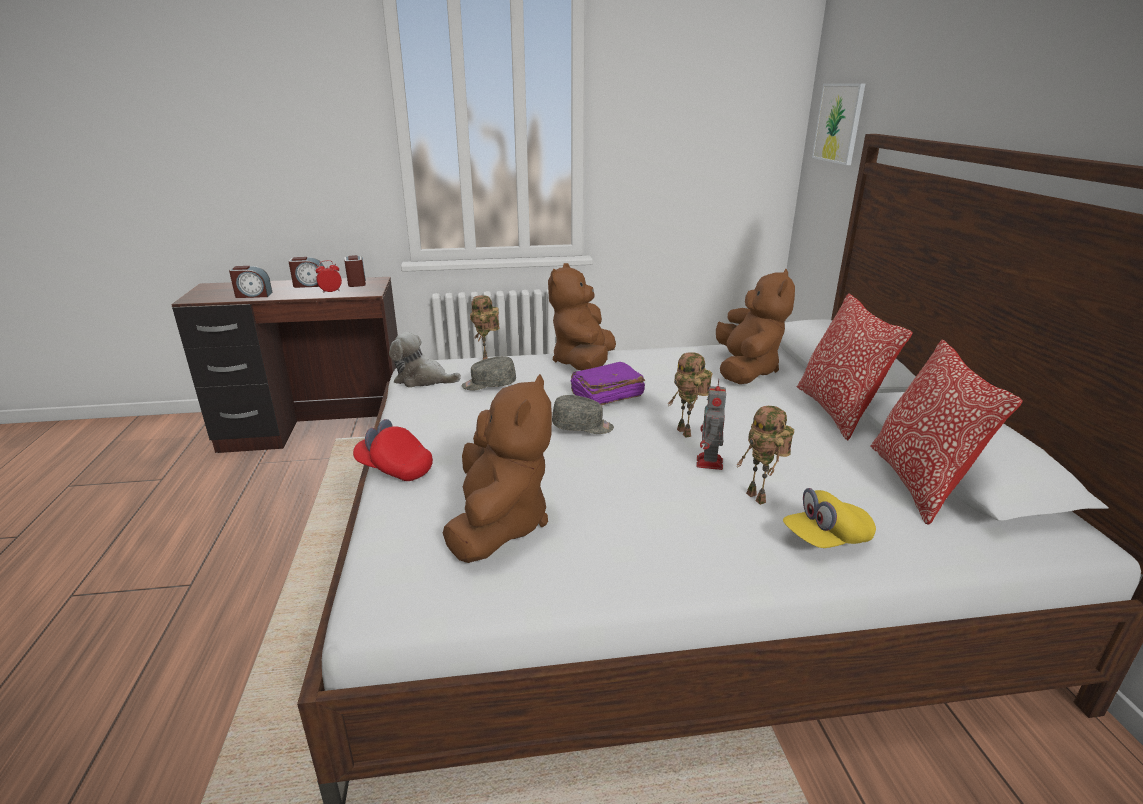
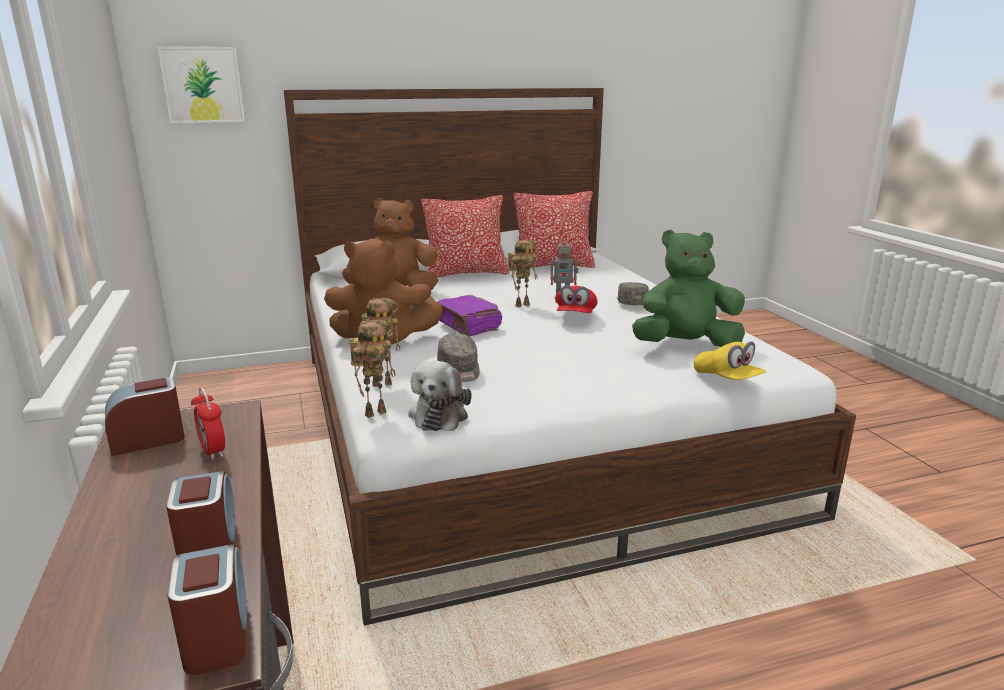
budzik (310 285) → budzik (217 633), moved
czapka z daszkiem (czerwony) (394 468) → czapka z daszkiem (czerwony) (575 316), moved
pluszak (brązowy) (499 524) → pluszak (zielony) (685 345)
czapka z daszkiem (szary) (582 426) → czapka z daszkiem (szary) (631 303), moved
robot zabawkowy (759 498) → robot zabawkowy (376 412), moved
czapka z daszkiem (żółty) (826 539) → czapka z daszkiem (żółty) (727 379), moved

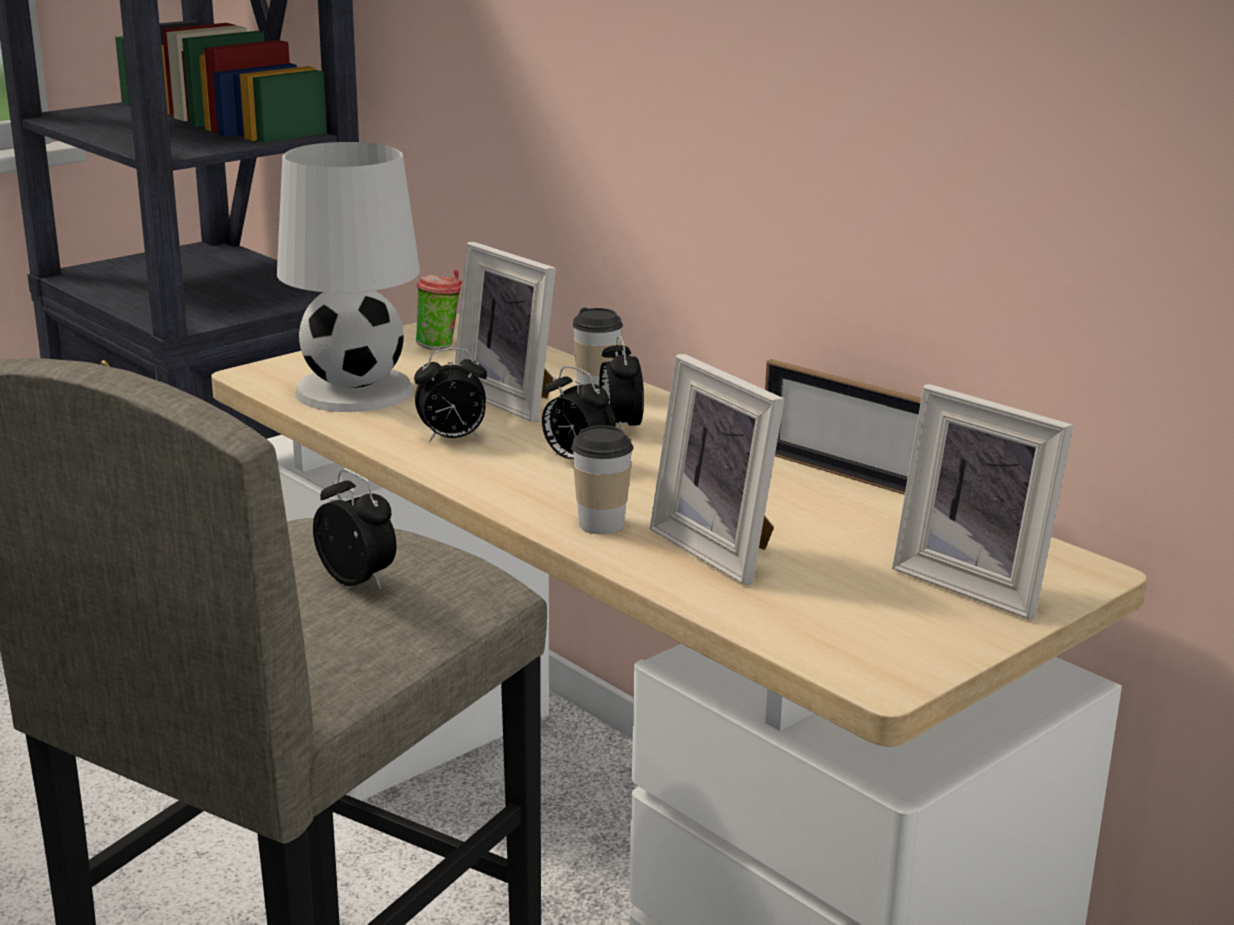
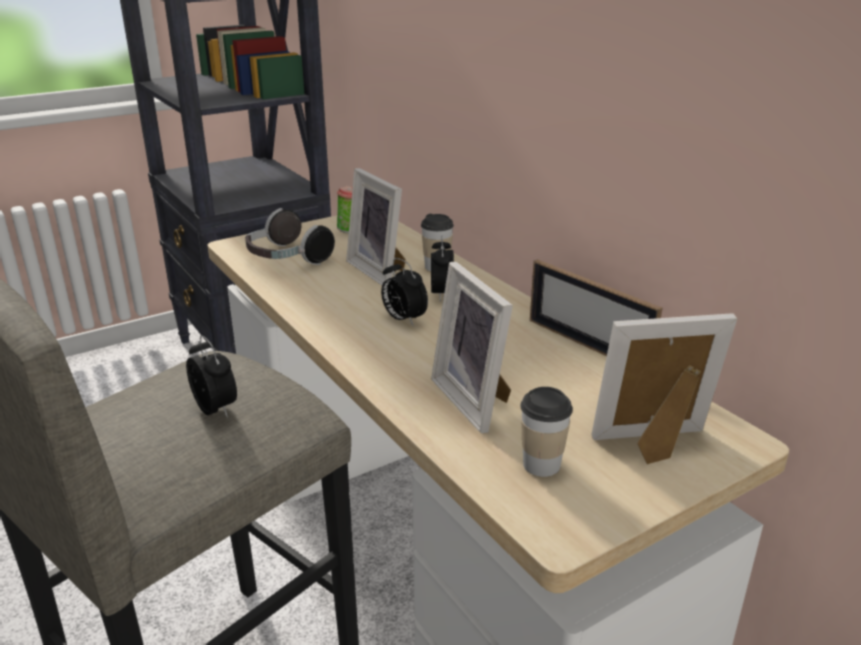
lampa stołowa (biały) (354 390) → słuchawki (286 259)
budzik (452 439) → -
filiżanka (601 524) → filiżanka (541 464), moved
ramka na zdjęcie (977 583) → ramka na zdjęcie (655 446), 120 degrees clockwise

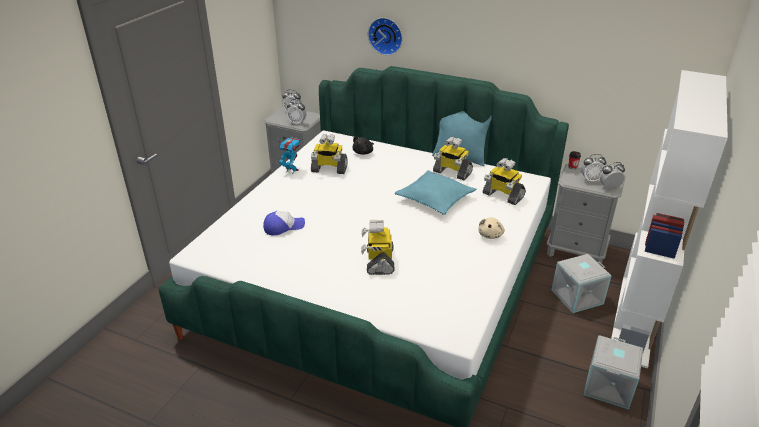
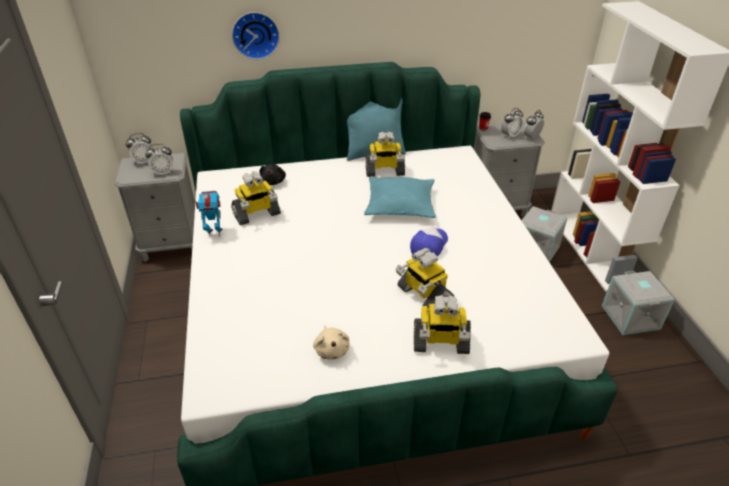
czapka z daszkiem (283 227) → czapka z daszkiem (429 246), moved
pluszak (beżowy) (490 235) → pluszak (beżowy) (331 349), moved
robot zabawkowy (502 195) → robot zabawkowy (440 343), moved

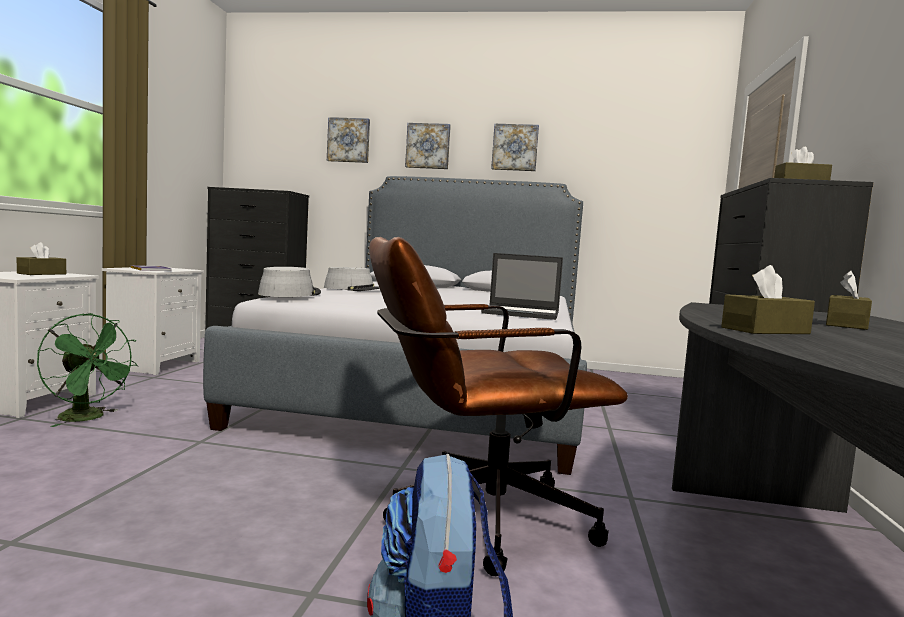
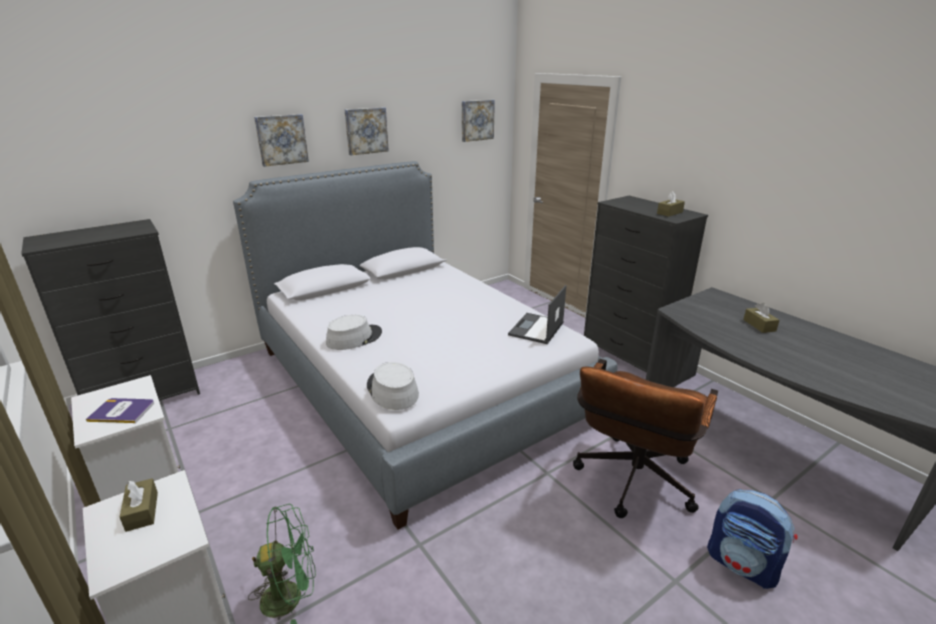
obraz (349 140) → obraz (476 120), moved
laptop (522 313) → laptop (536 329), 150 degrees clockwise
pudełko chusteczek (brązowy) (765 330) → -

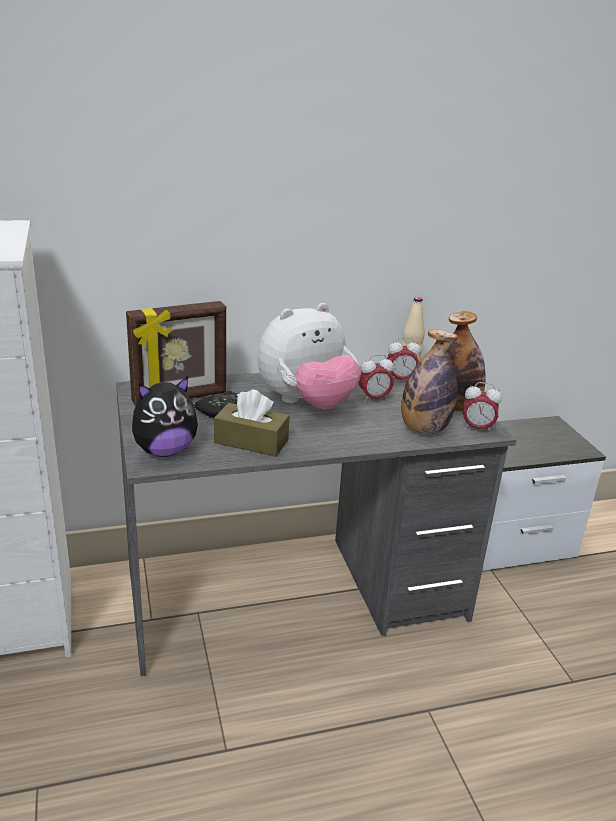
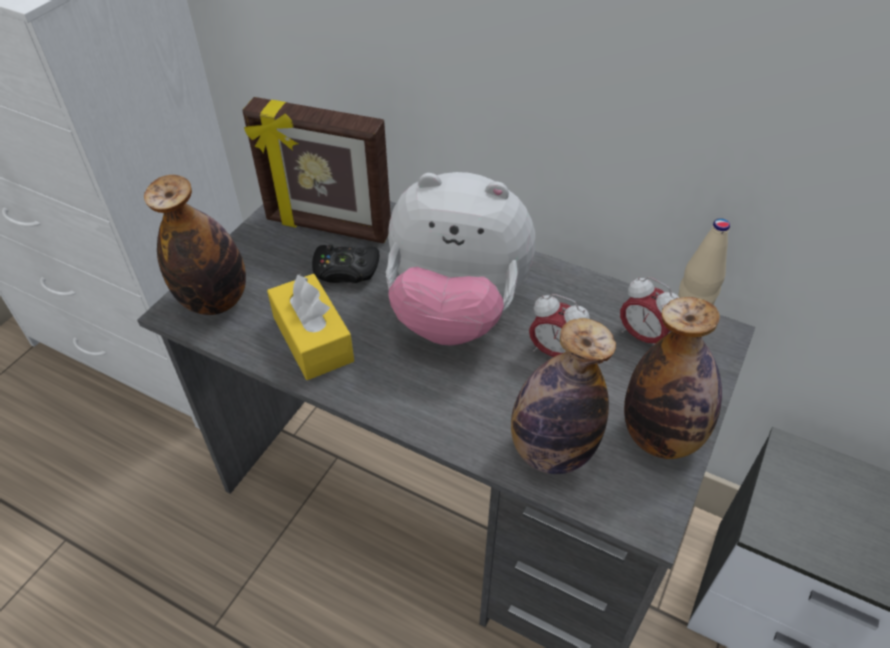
pluszak (165 451) → butelka (215 300)
pudełko chusteczek (brązowy) (251 441) → pudełko chusteczek (żółty) (313 339)
budzik (477 429) → -

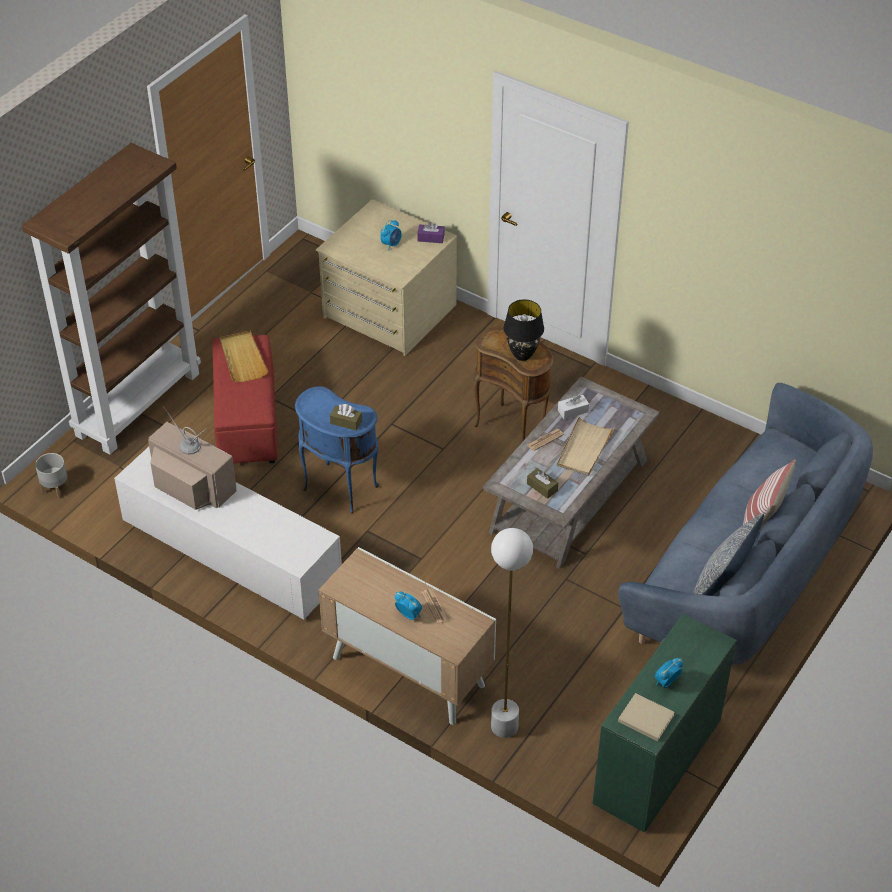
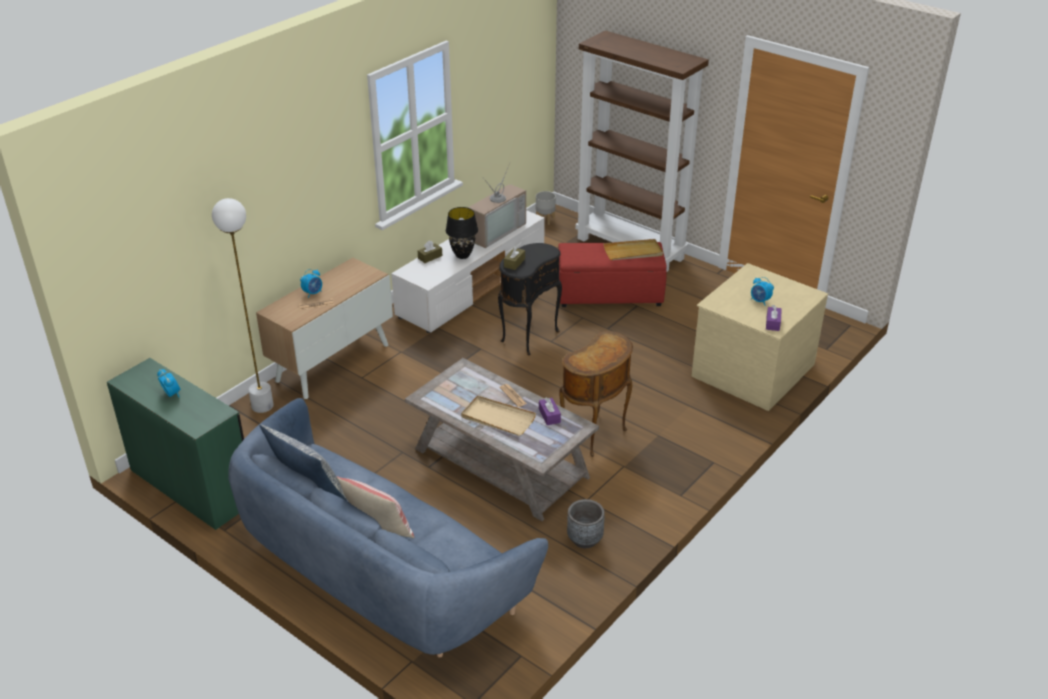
stolik (niebieski) (339 489) → stolik (czarny) (528 336)
lampa stołowa (czarny) (523 355) → lampa stołowa (czarny) (462 255), moved
pudełko chusteczek (brązowy) (542 487) → pudełko chusteczek (brązowy) (430 257), moved
pudełko chusteczek (biały) (573 411) → pudełko chusteczek (fioletowy) (549 416)
książka (beżowy) (644 717) → -
- → donica (szary) (584 539)

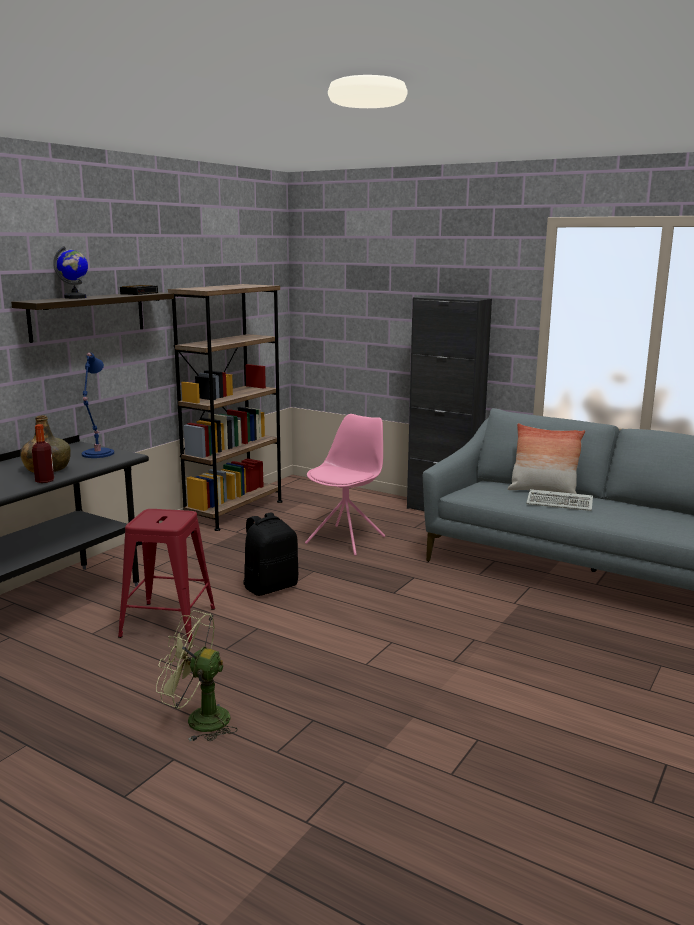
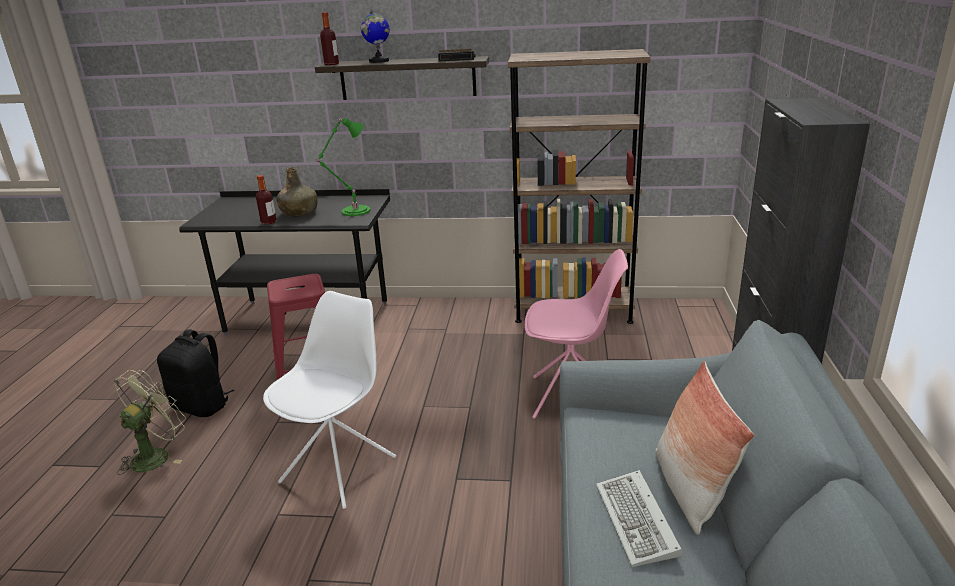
lampa stołowa (niebieski) (97 454) → lampa stołowa (zielony) (353 211)
wentylator (zielony) (198 720) → wentylator (zielony) (156 455), 45 degrees clockwise
plecak (czarny) (270 587) → plecak (czarny) (202 406), moved
- → krzesło (biały) (340 468)
- → butelka (331 64)

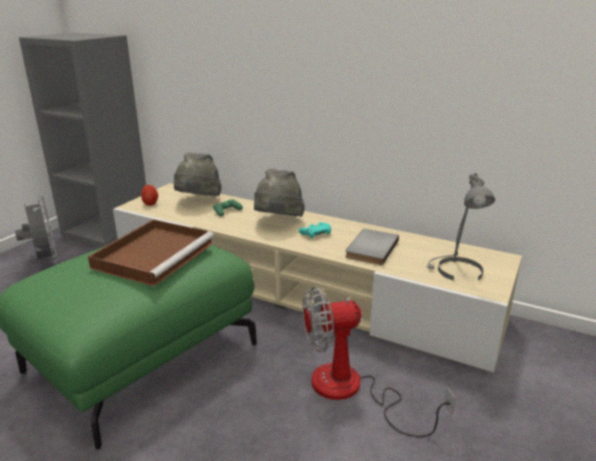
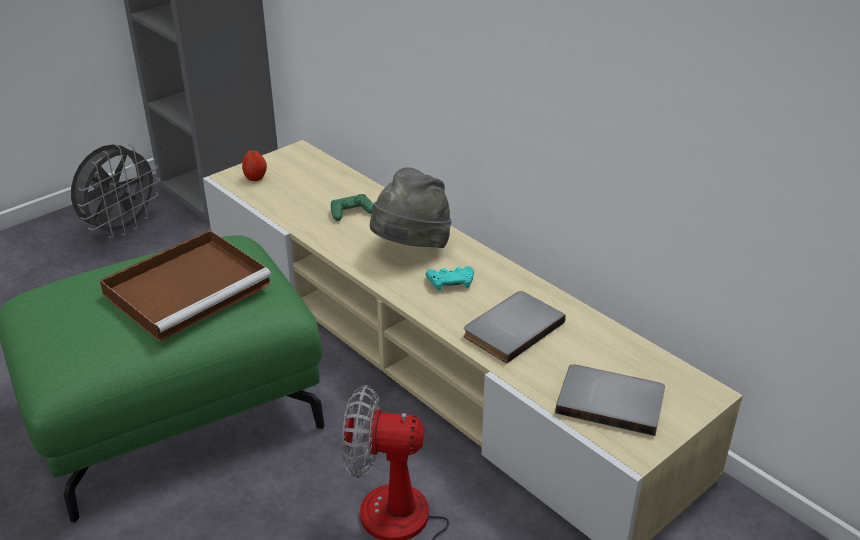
wentylator (szary) (45 261) → wentylator (szary) (122 228), 45 degrees clockwise
kapelusz (szary) (198 201) → -
lampa stołowa (szary) (456 271) → książka (szary) (610 400)

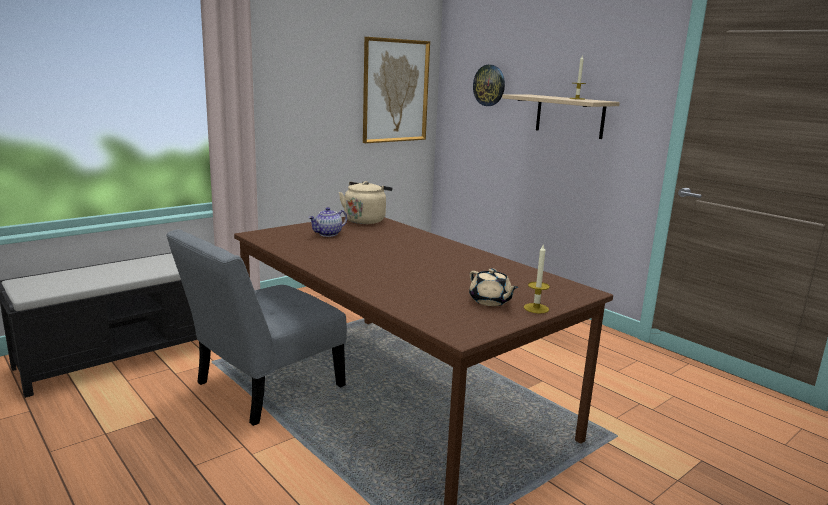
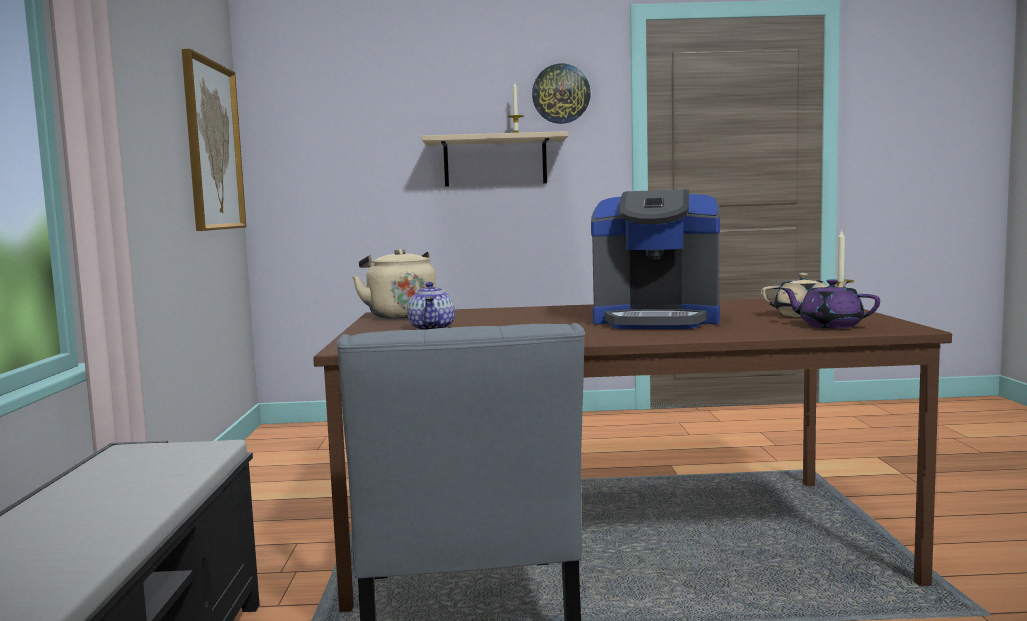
zegar ścienny (489 85) → zegar ścienny (561 94), moved
- → ekspres do kawy (656 320)
- → imbryk (fioletowy) (829 326)

